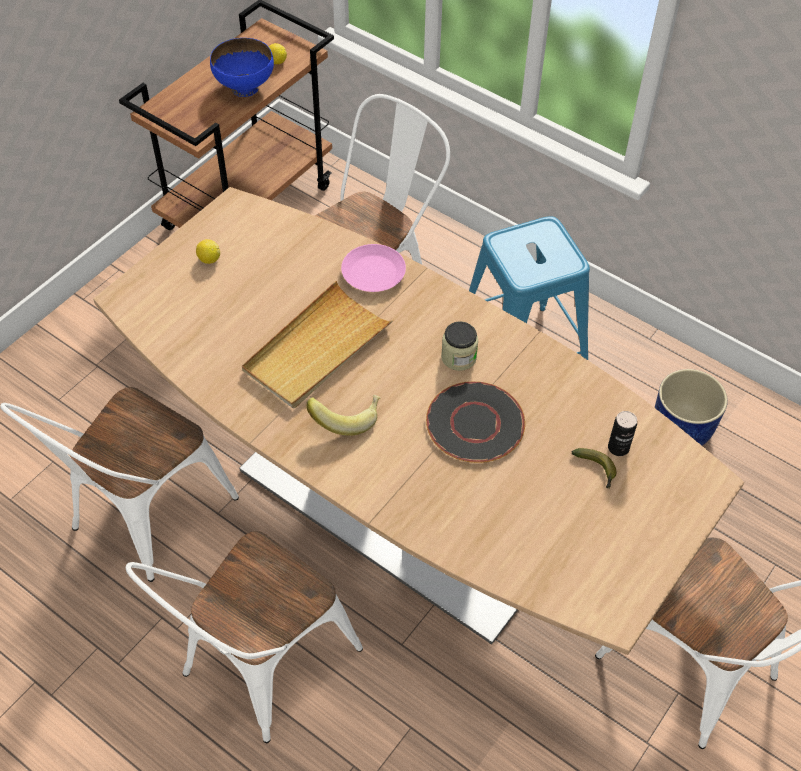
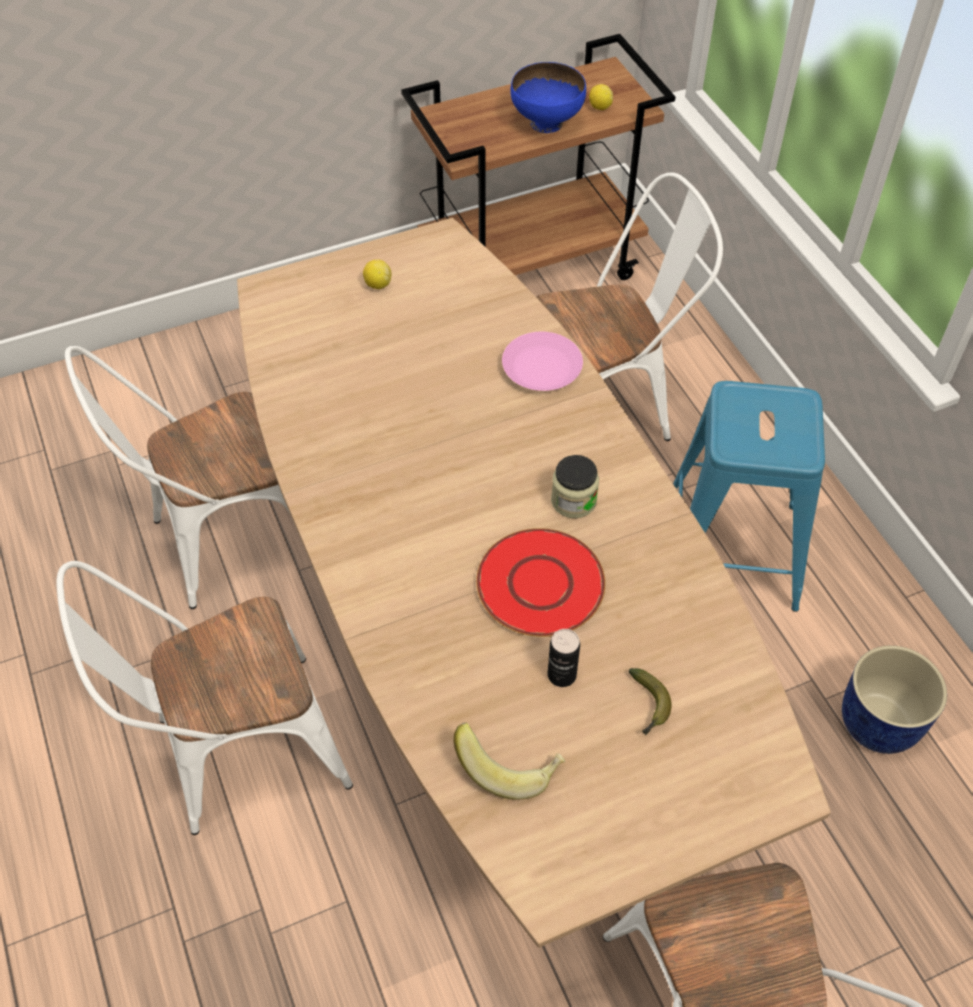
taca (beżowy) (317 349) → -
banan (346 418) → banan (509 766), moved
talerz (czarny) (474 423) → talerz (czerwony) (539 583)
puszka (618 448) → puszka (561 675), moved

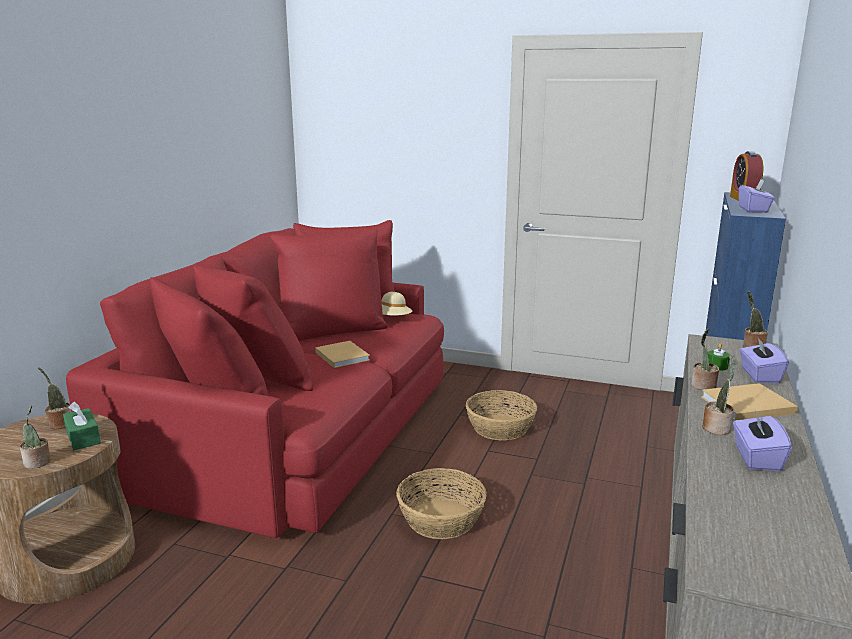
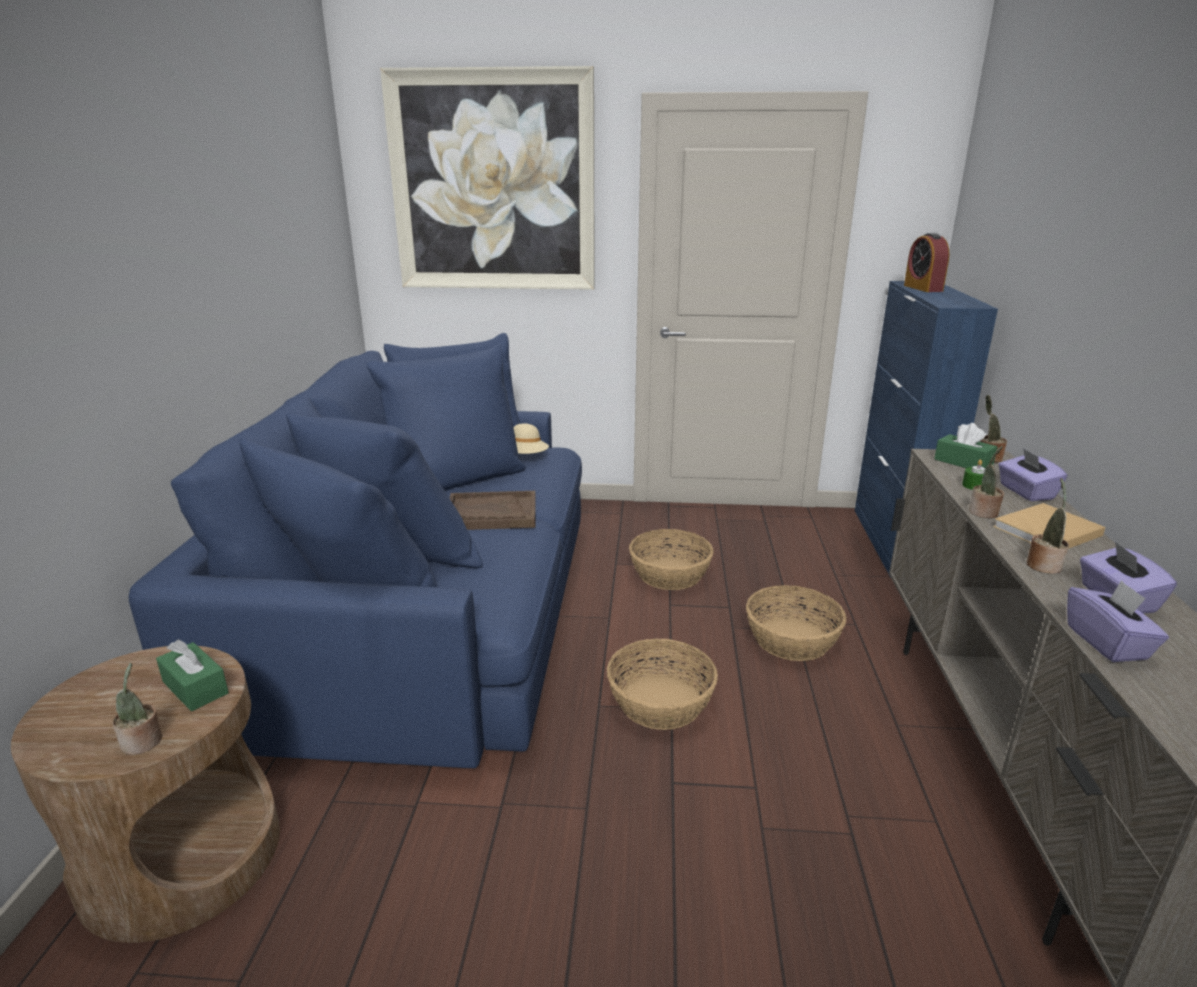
roślina doniczkowa (59 424) → -
kanapa (czerwony) (294 433) → kanapa (niebieski) (425 615)
książka (beżowy) (341 355) → taca (brązowy) (491 513)
pudełko chusteczek (fioletowy) (753 210) → pudełko chusteczek (fioletowy) (1107 643), moved
- → obraz (493 183)
- → koszyk (791 639)
- → pudełko chusteczek (zielony) (963 462)

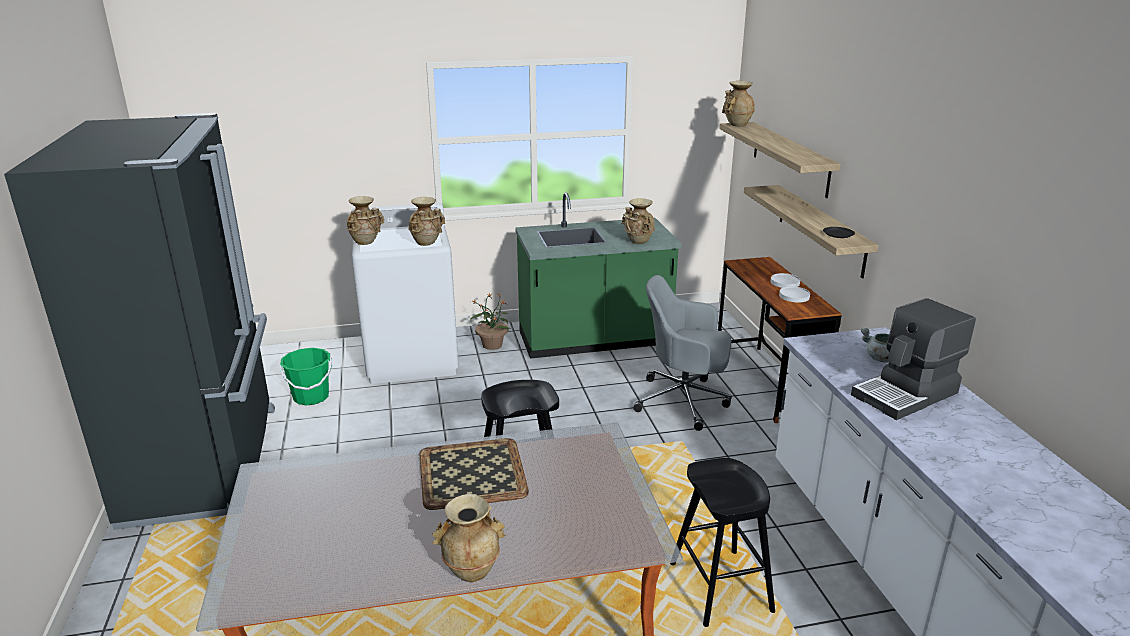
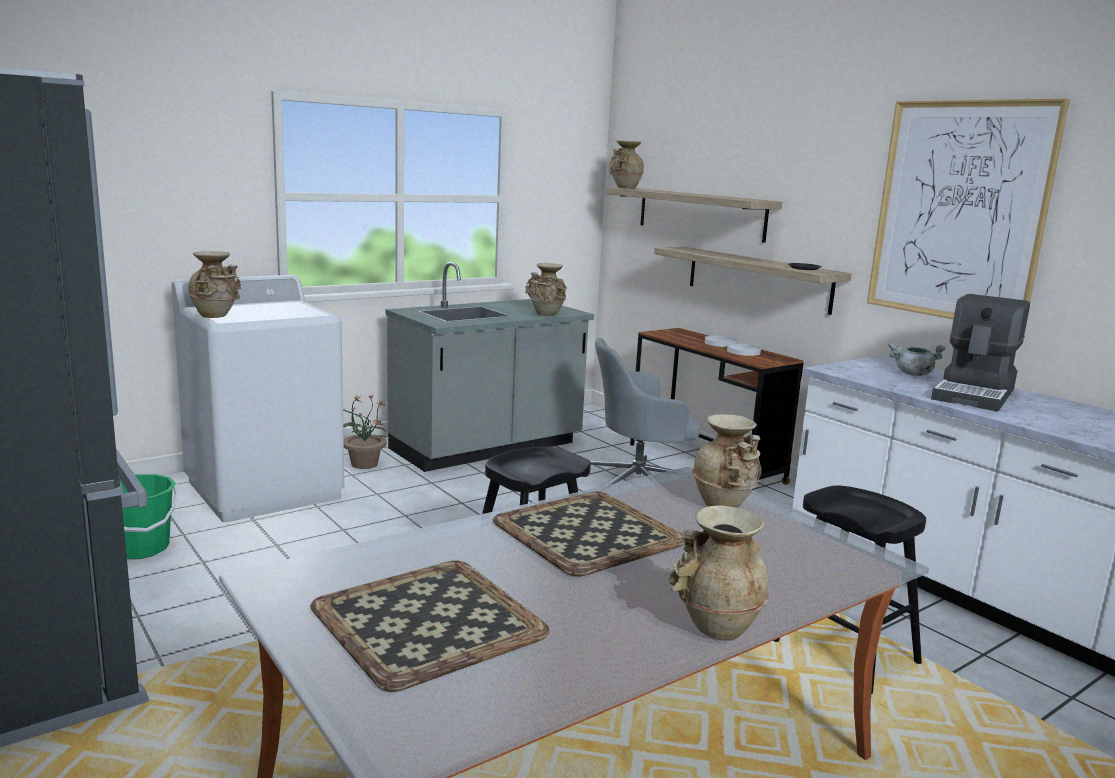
wazon (beżowy) (427 243) → wazon (beżowy) (724 505), moved
zabudowa kuchenna (zielony) (594 341) → zabudowa kuchenna (szary) (487 448)
- → taca (425 621)
- → obraz (959 211)

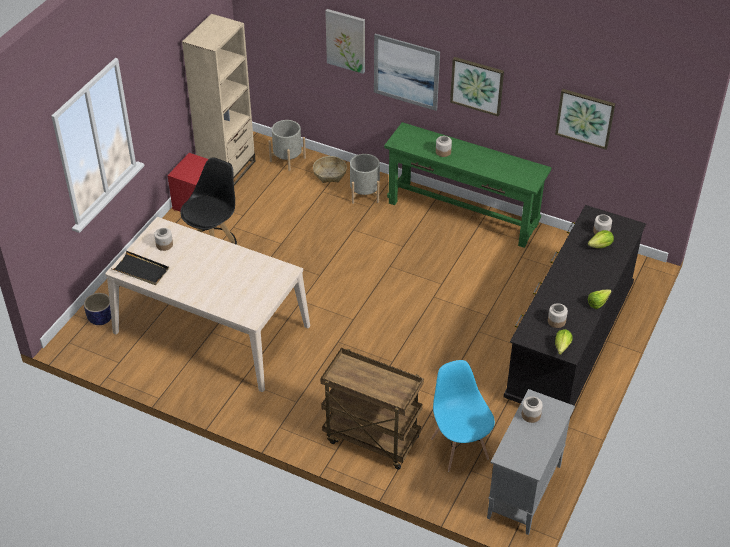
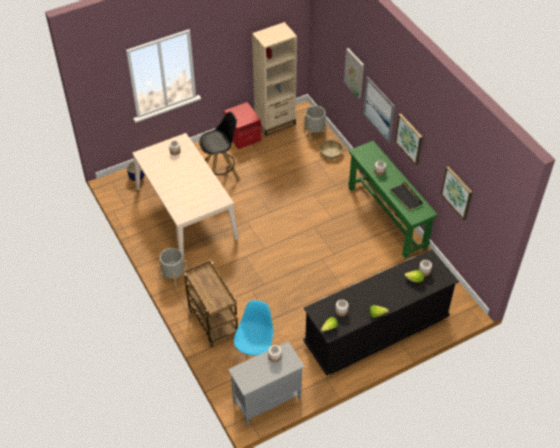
taca (czarny) (141 270) → taca (czarny) (406 197), moved
donica (szary) (364 194) → donica (szary) (173 275), moved

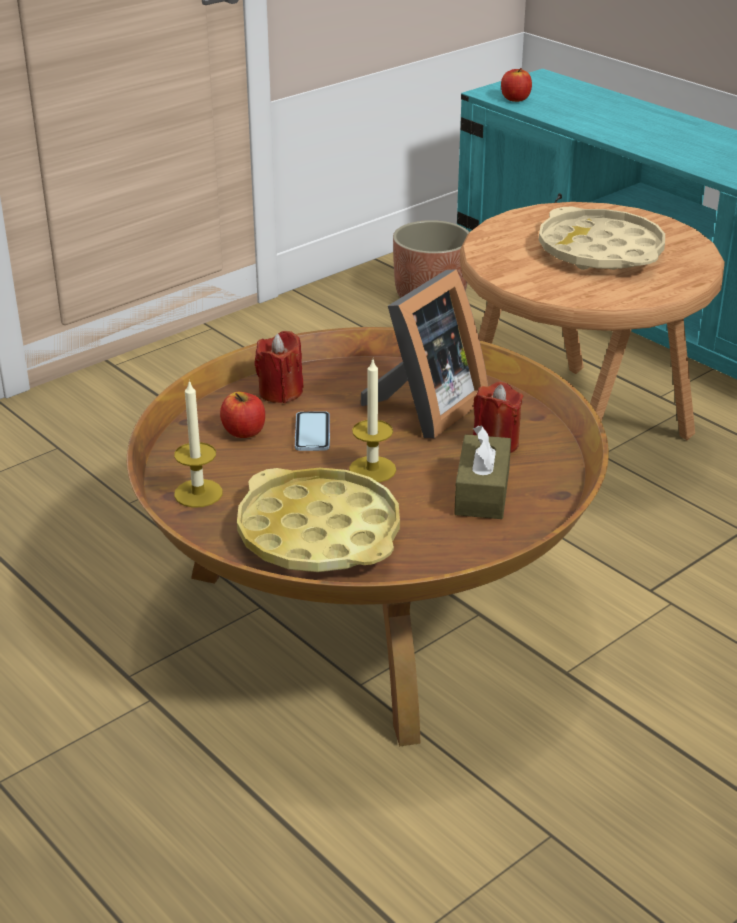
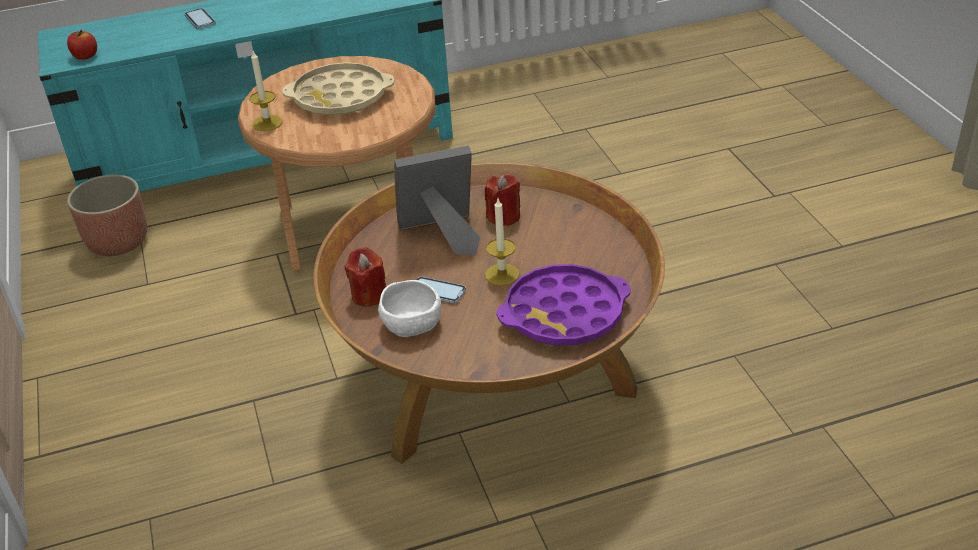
świeca (198 493) → świeca (267 123), moved
jabłko (244 432) → miska (biały) (413 324)
taca (żółty) (318 533) → taca (fioletowy) (564 314)
ramka na zdjęcie (425 409) → ramka na zdjęcie (442 235), 75 degrees counterclockwise
pudełko chusteczek (brązowy) (482 492) → -
- → telefon (200 20)

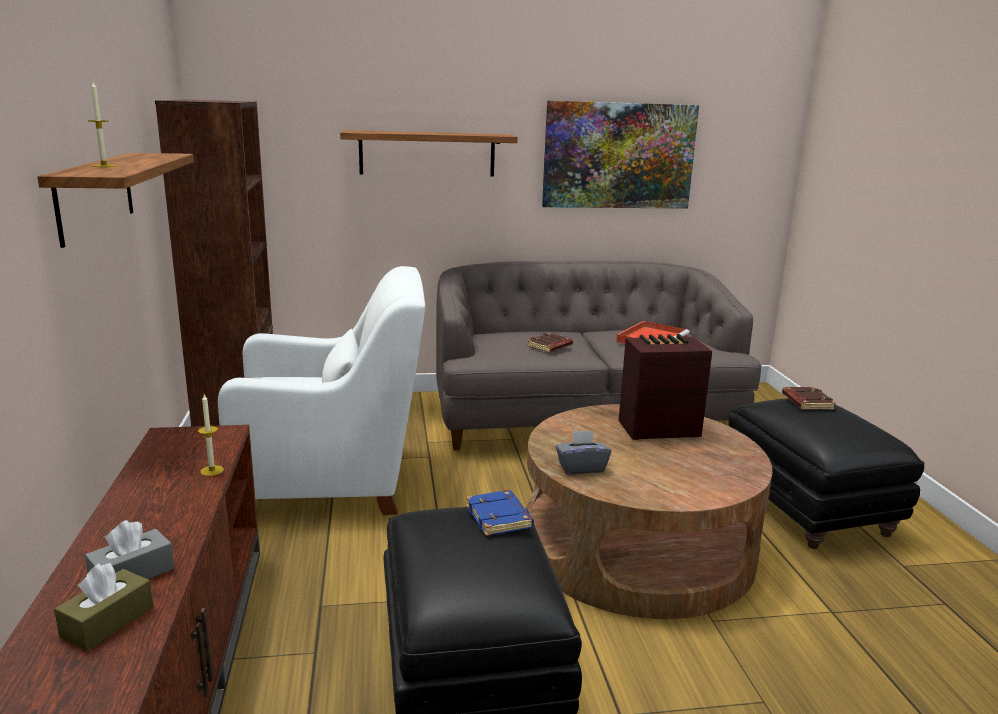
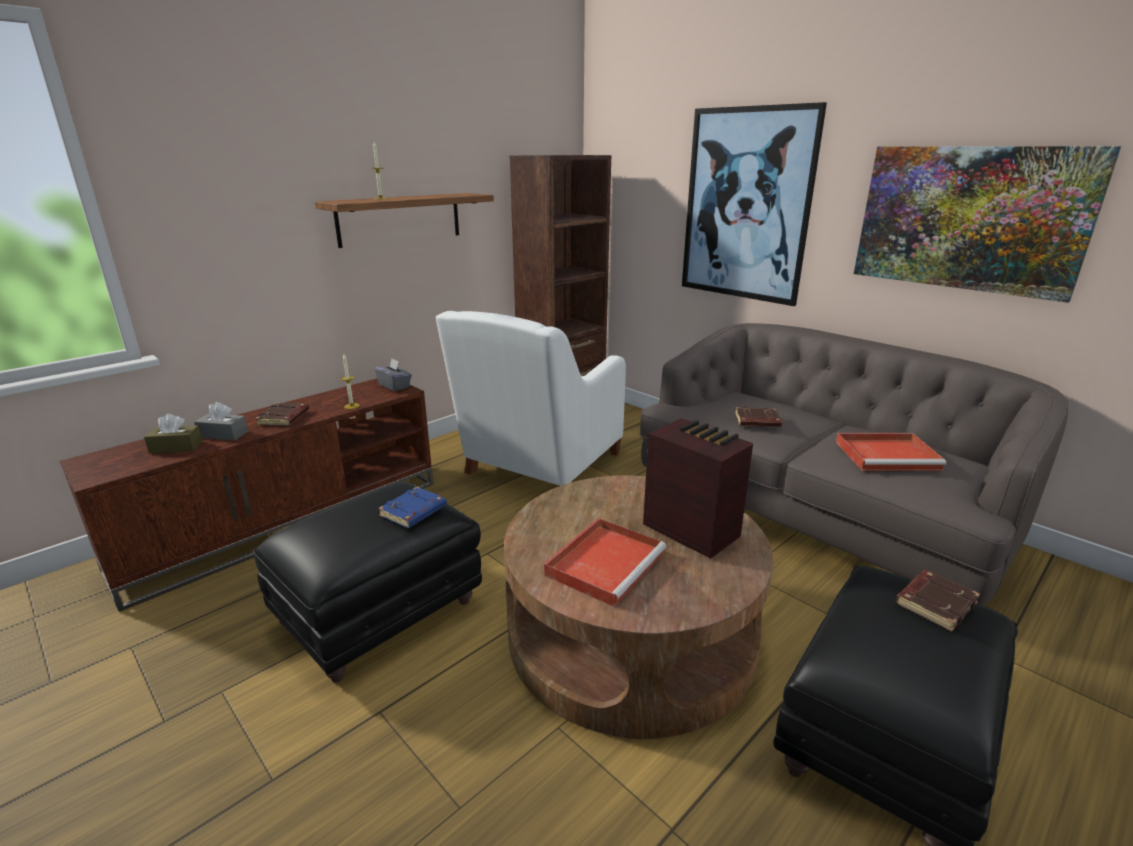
fotel (biały) (332 481) → fotel (biały) (540 465), 75 degrees clockwise
półka (427 153) → obraz (746 205)
pudełko chusteczek (szary) (581 468) → pudełko chusteczek (szary) (394 386), moved
- → książka (brązowy) (284 418)
- → taca (czerwony) (606 562)

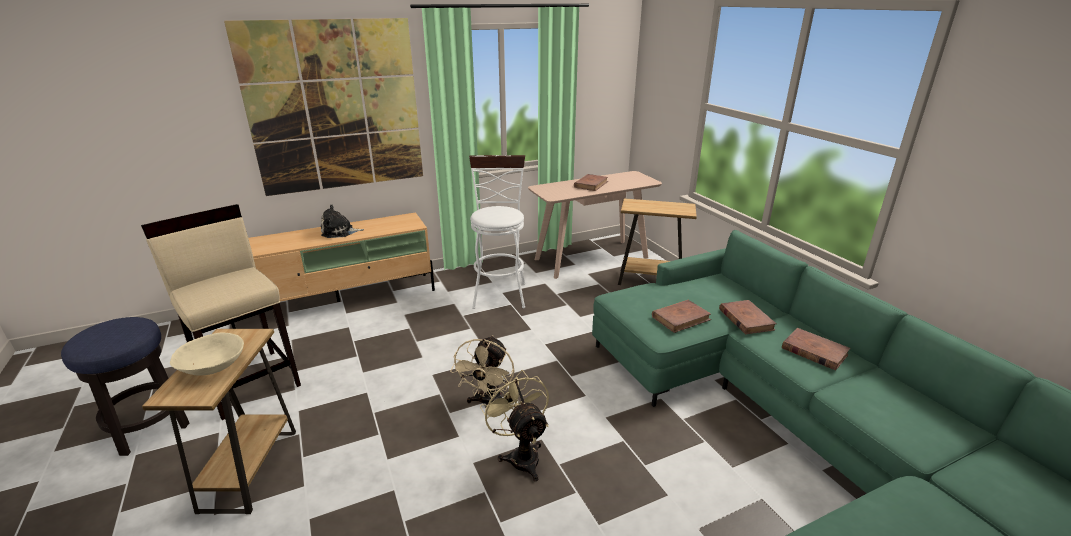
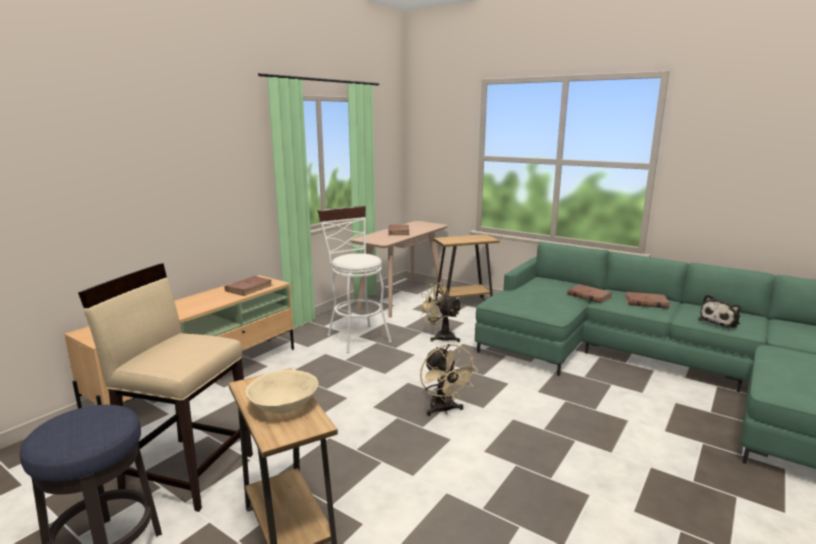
obraz (335 107) → -
pluszak (339 232) → pluszak (720 322), moved
wentylator (beżowy) (521 455) → wentylator (beżowy) (440 336), moved
książka (brązowy) (681 318) → książka (brązowy) (249 288), moved

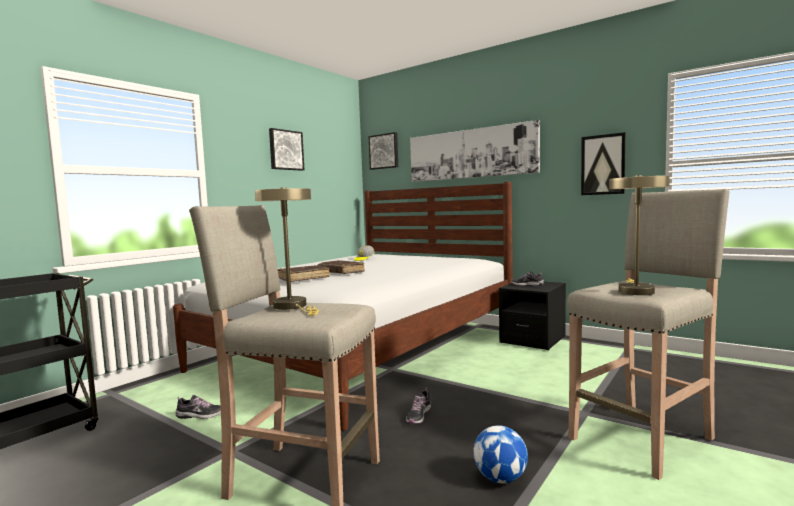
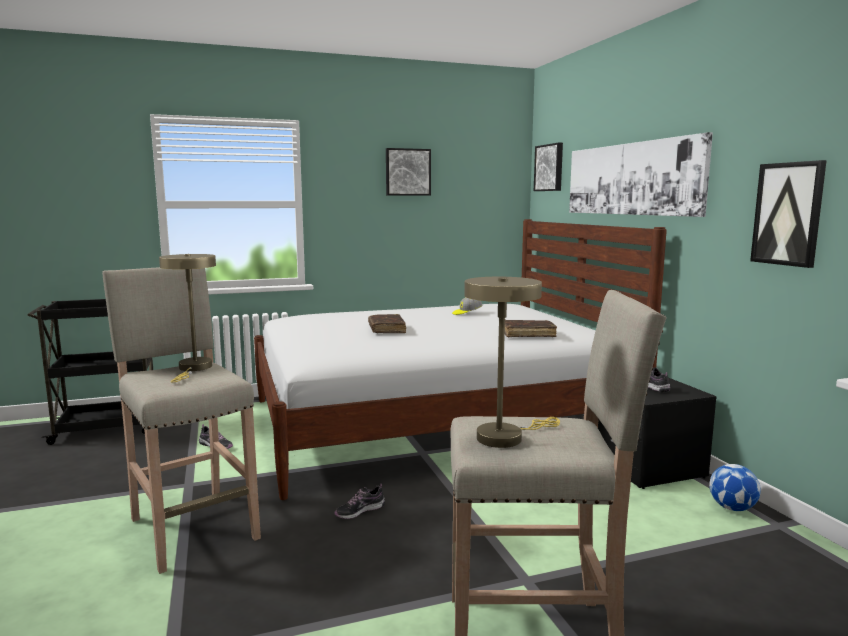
książka (brązowy) (303 278) → książka (brązowy) (528 334), moved
piłka futbolowa (500 478) → piłka futbolowa (732 508), moved

